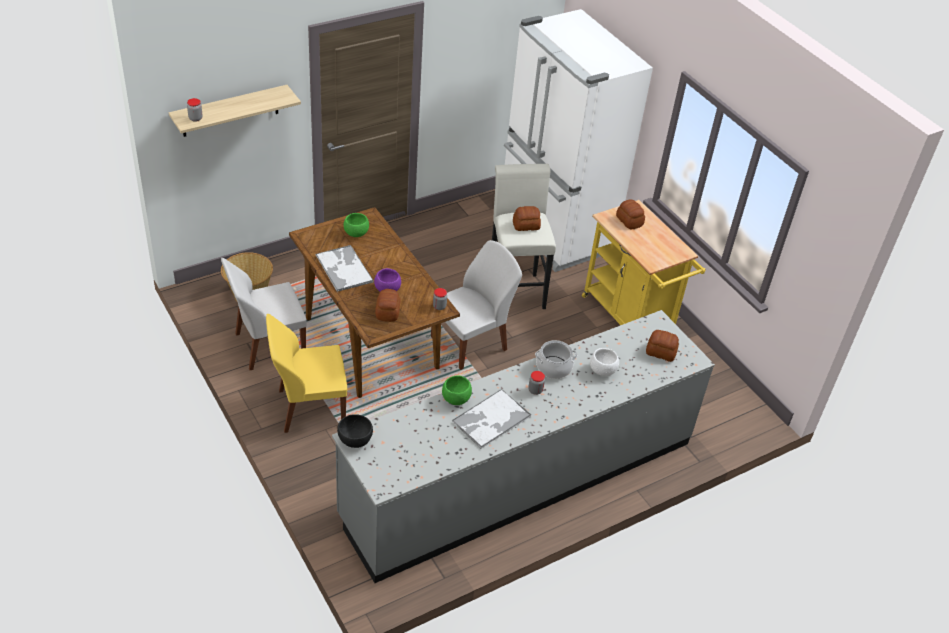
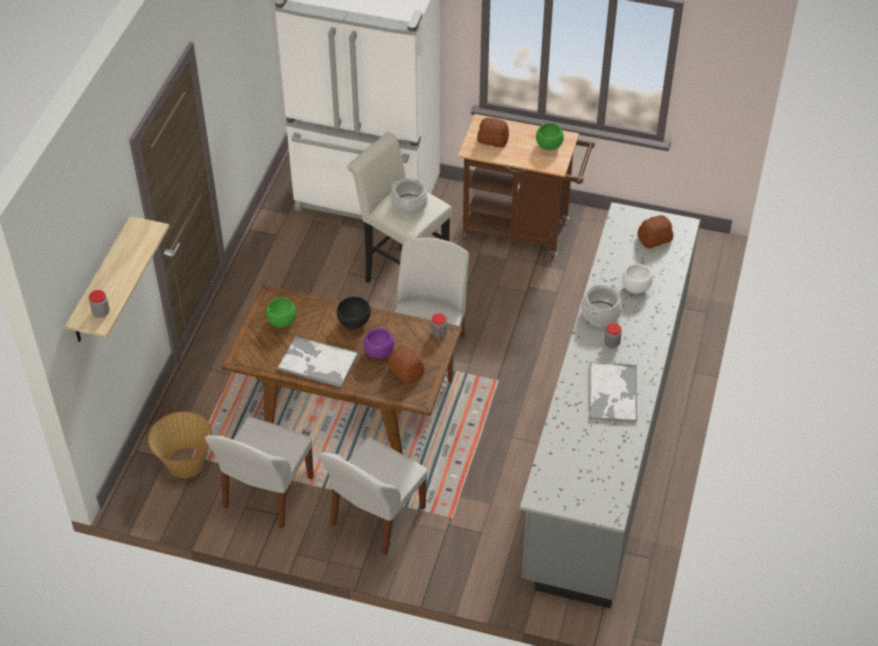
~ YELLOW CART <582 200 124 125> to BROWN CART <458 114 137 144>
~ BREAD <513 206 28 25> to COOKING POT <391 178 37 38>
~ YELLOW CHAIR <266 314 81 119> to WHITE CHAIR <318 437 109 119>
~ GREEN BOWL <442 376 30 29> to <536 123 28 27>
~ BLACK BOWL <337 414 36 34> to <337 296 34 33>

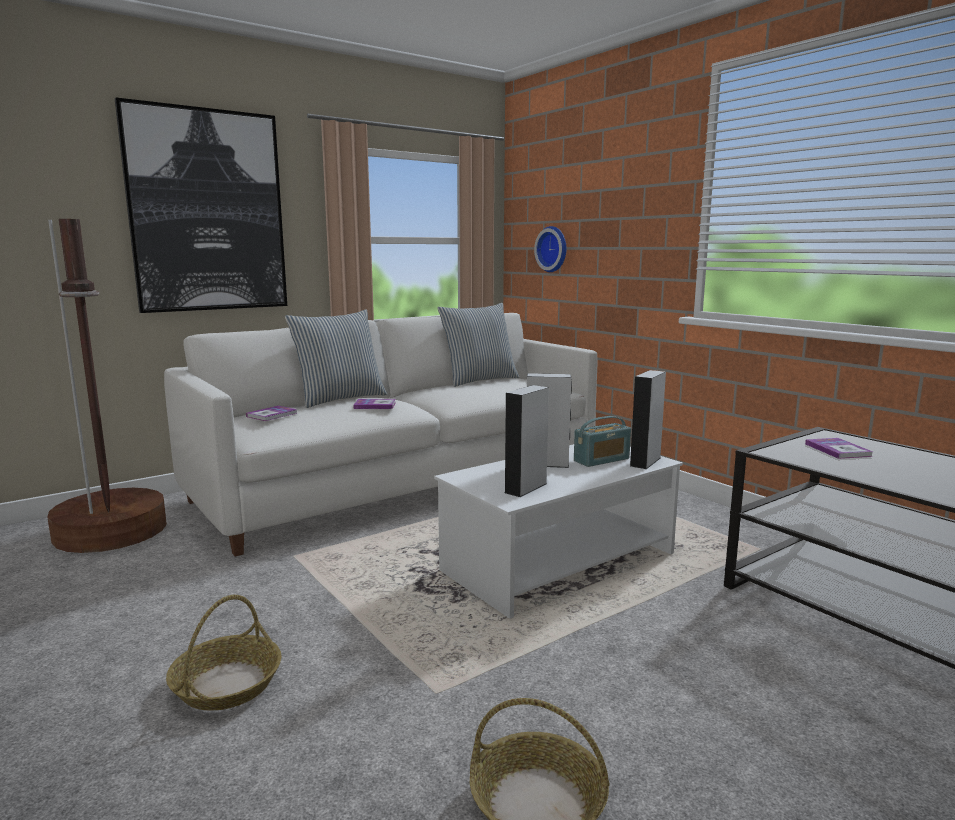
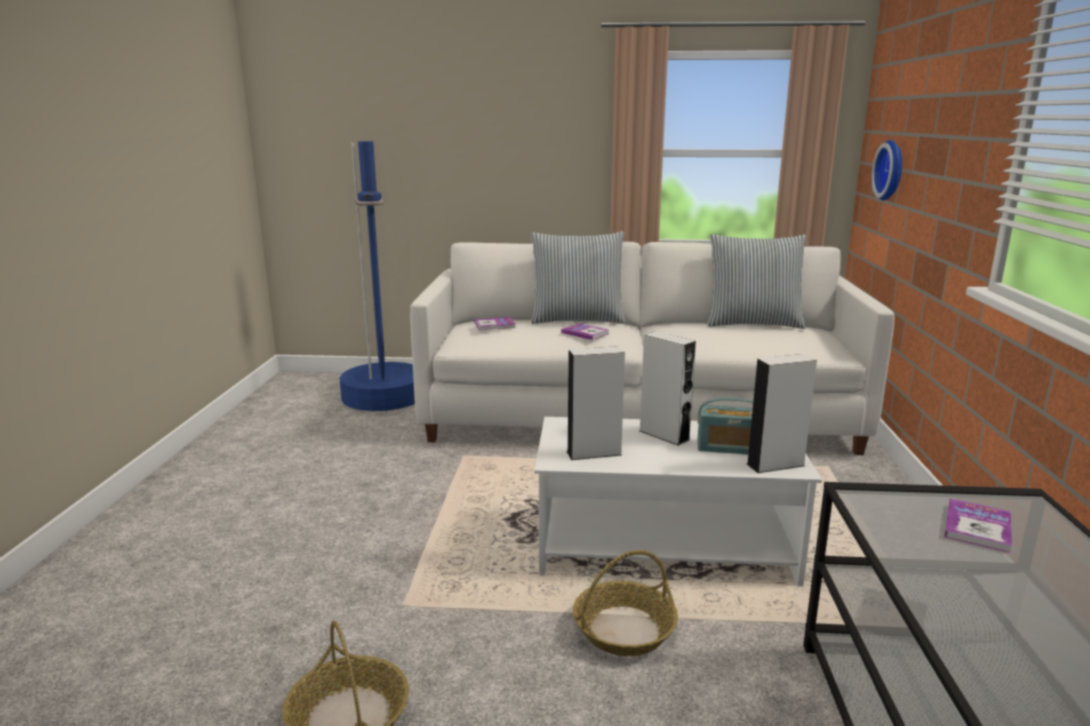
- PICTURE <115 98 172 215>
~ BROWN FLOOR LAMP <47 219 120 334> to BLUE FLOOR LAMP <339 141 76 270>
~ BASKET <166 595 115 116> to <573 550 105 106>

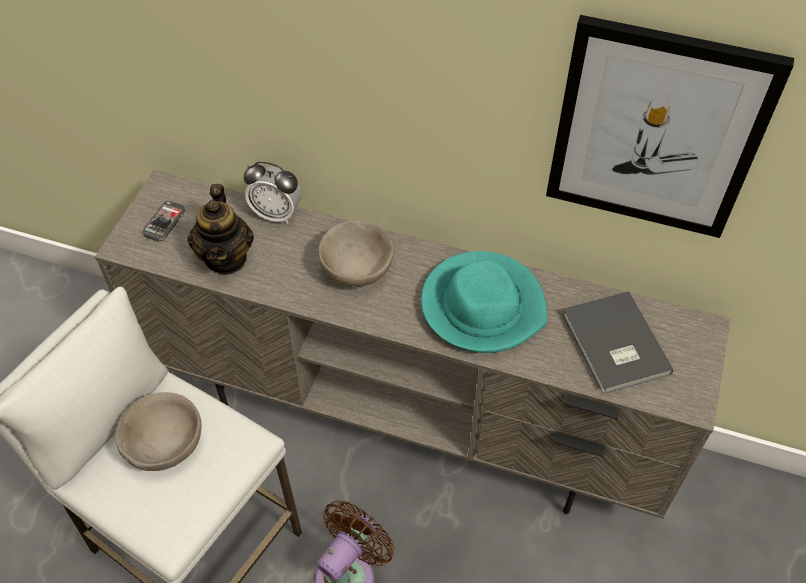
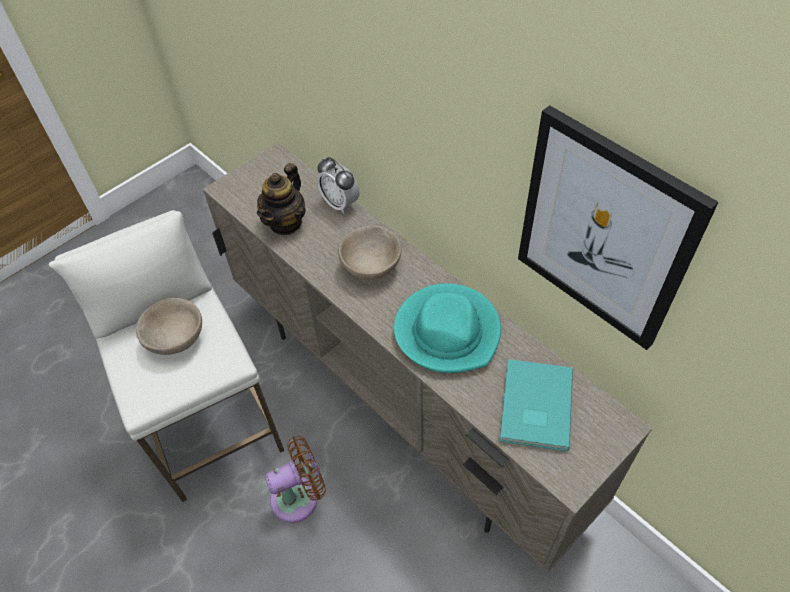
- PHONE <142 201 44 41>
~ GREY BOOK <562 291 111 103> to TURQUOISE BOOK <500 359 73 92>

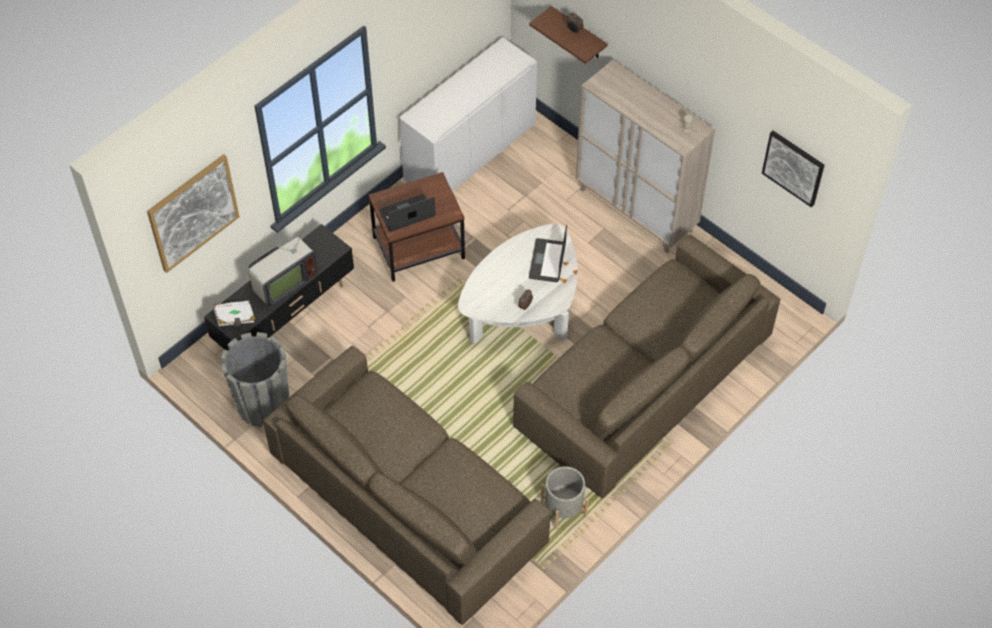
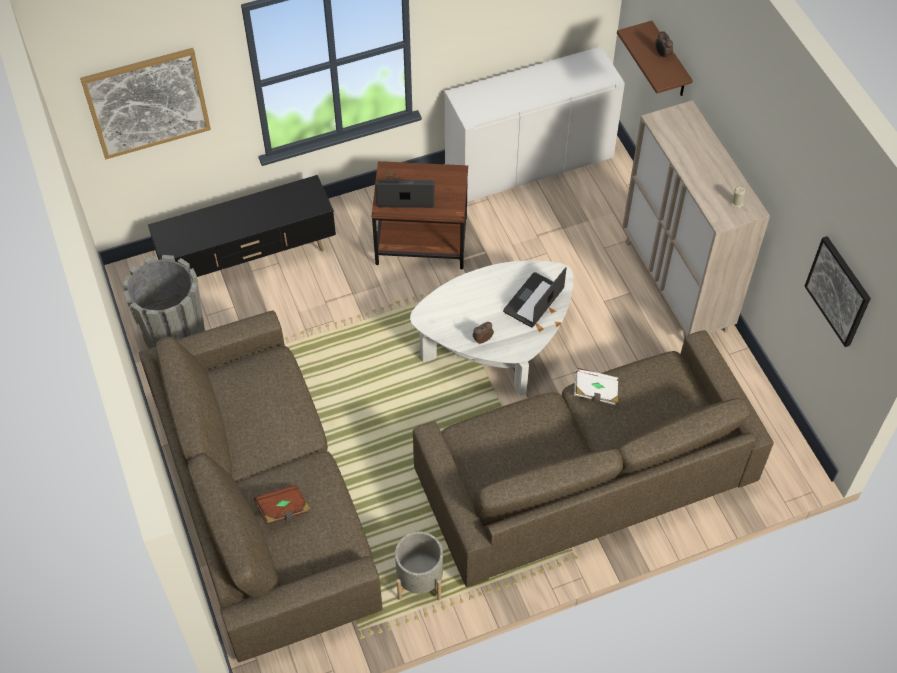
- TELEVISION <248 222 70 85>
~ WHITE BOOK <213 301 43 25> to <574 368 44 37>
+ BROWN BOOK <254 485 56 40>

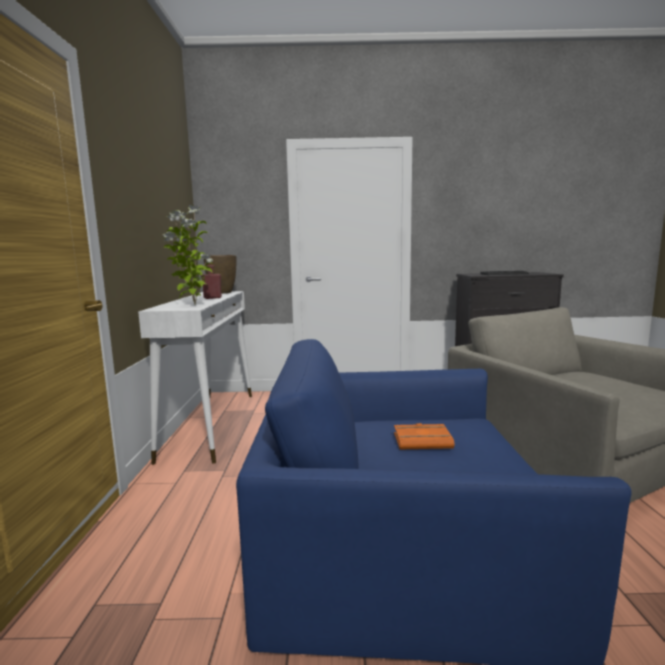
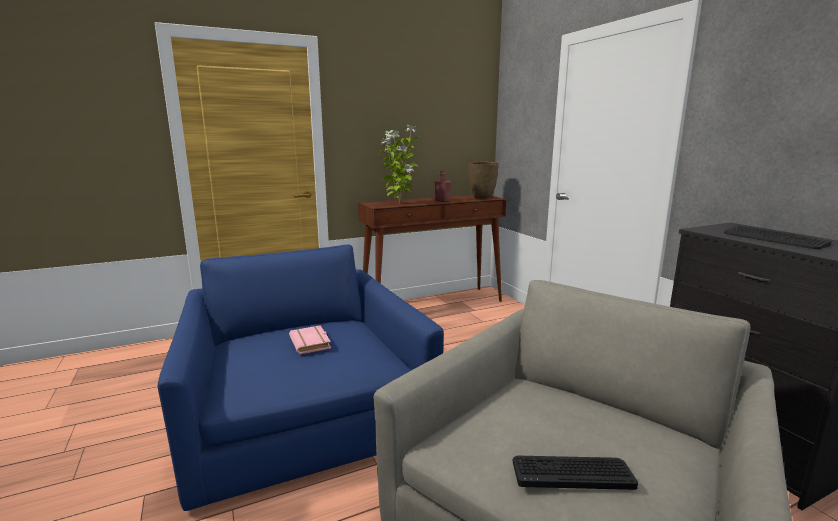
~ WHITE CONSOLE TABLE <138 291 114 174> to BROWN CONSOLE TABLE <358 195 149 107>
~ ORANGE BOOK <394 423 60 26> to PINK BOOK <289 325 42 30>
+ KEYBOARD <513 456 125 34>

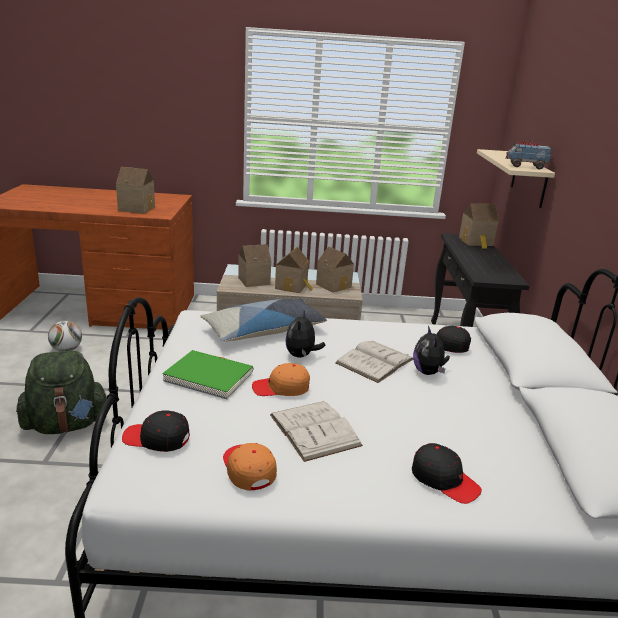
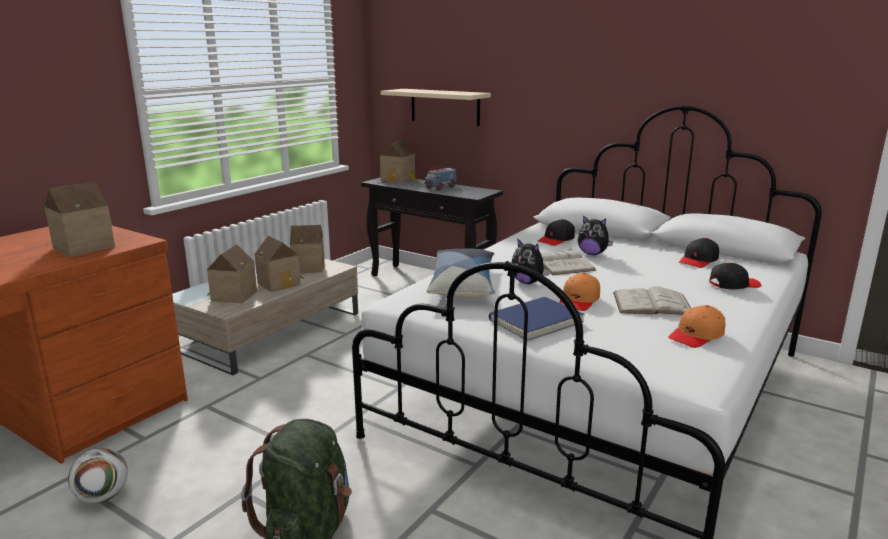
~ TOY TRUCK <506 140 46 29> to <424 166 33 24>
~ GREEN BOOK <162 350 91 50> to BLUE BOOK <489 297 96 44>
~ BLACK CAP <122 410 68 42> to <679 238 40 30>
~ ORANGE CAP <223 443 54 48> = <668 305 57 43> 45 degrees counterclockwise

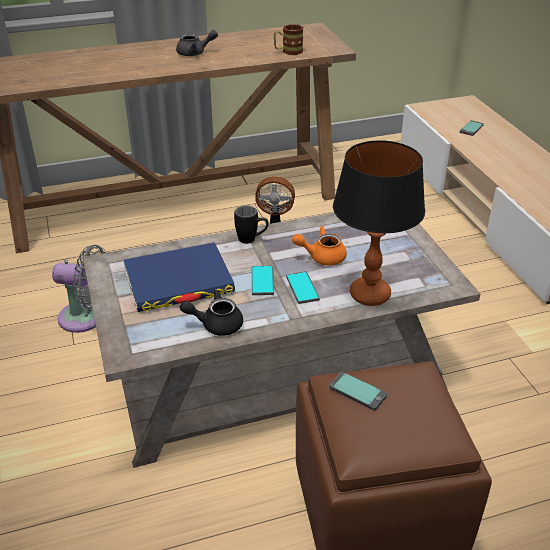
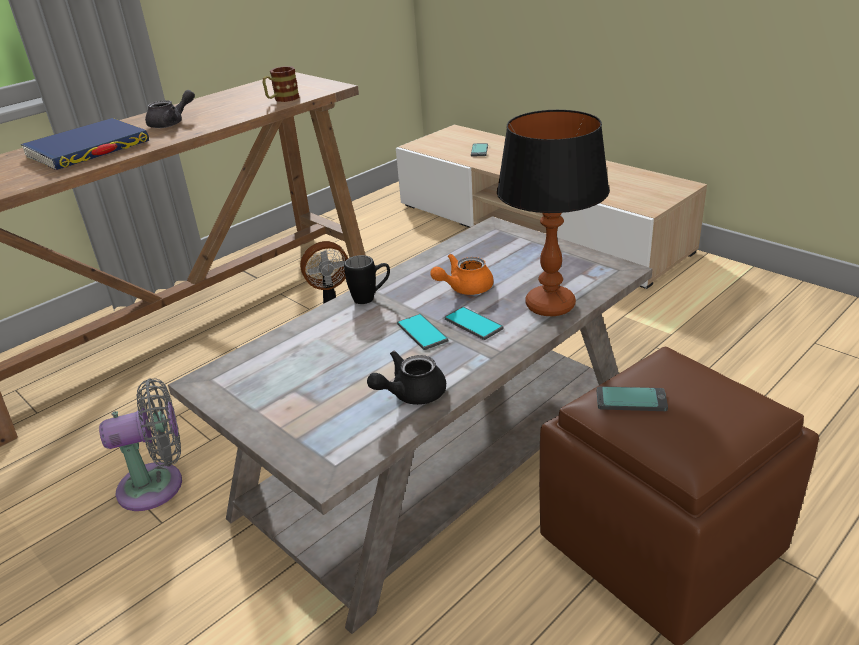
~ BLUE BOOK <123 242 112 70> to <21 118 128 52>

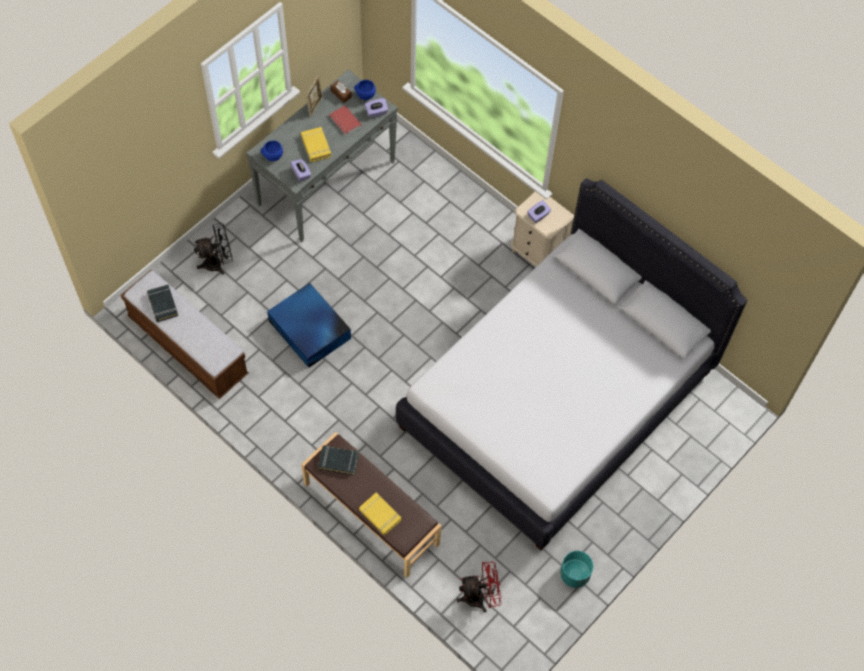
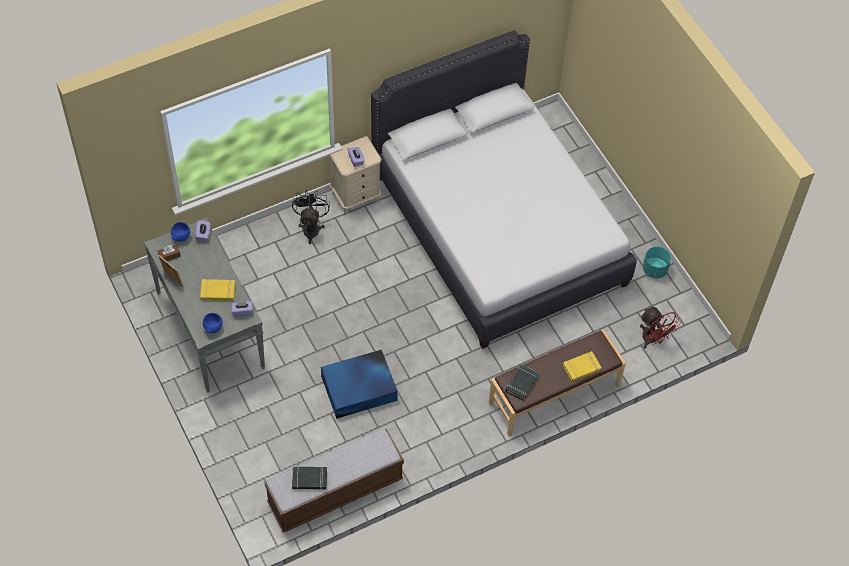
- RED BOOK <329 105 33 30>
~ BLACK FAN <194 223 39 52> to <292 191 38 53>
~ RED FAN <456 561 46 51> = <640 307 41 41> 135 degrees clockwise

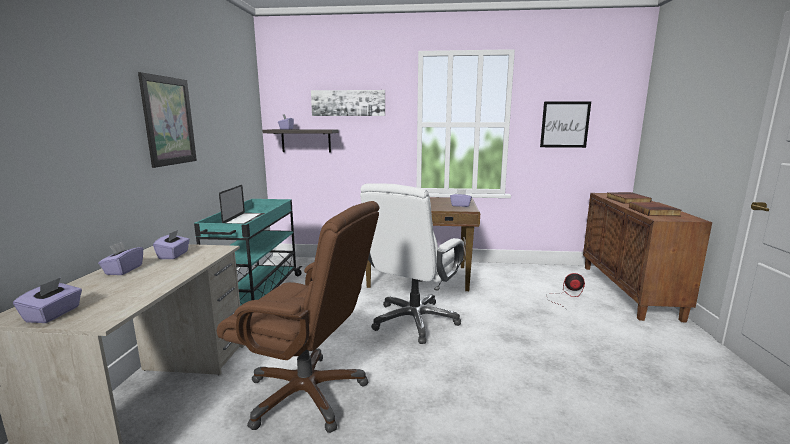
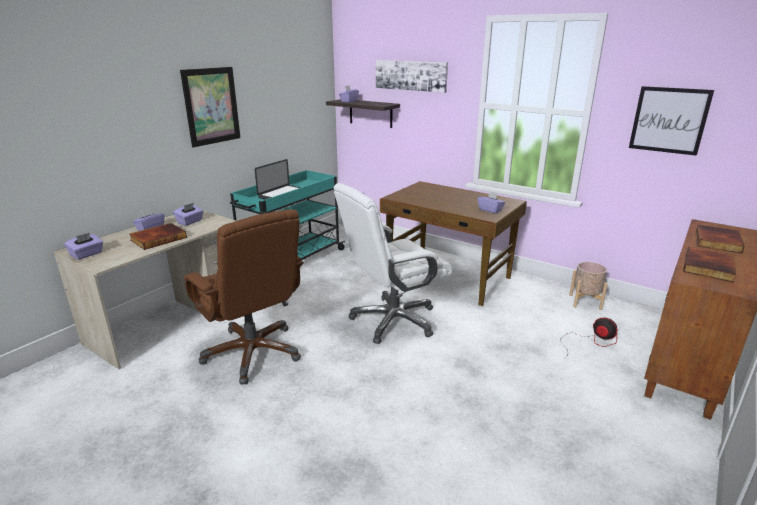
+ BOOK <129 223 58 27>
+ BEIGE PLANTER <569 262 39 48>

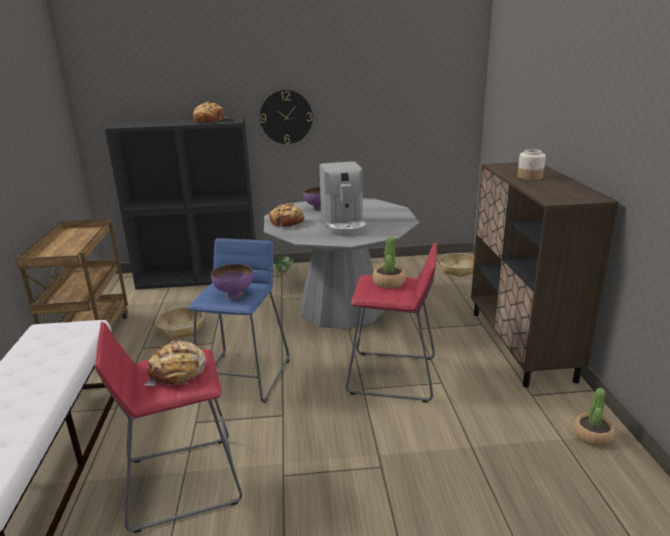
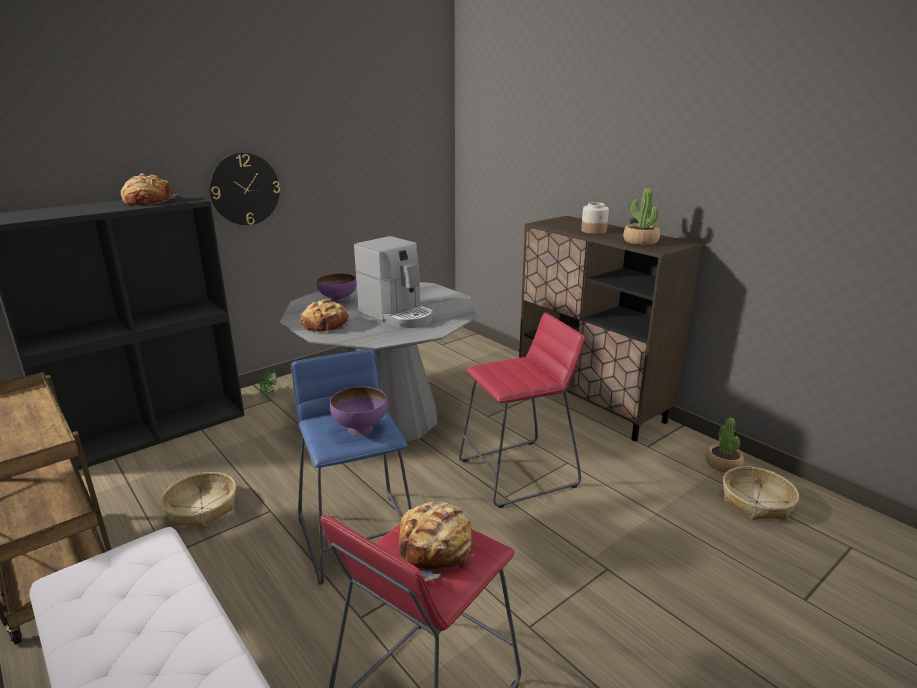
~ POTTED PLANT <372 236 34 52> to <623 188 37 57>
~ BASKET <439 253 35 24> to <723 466 76 54>

